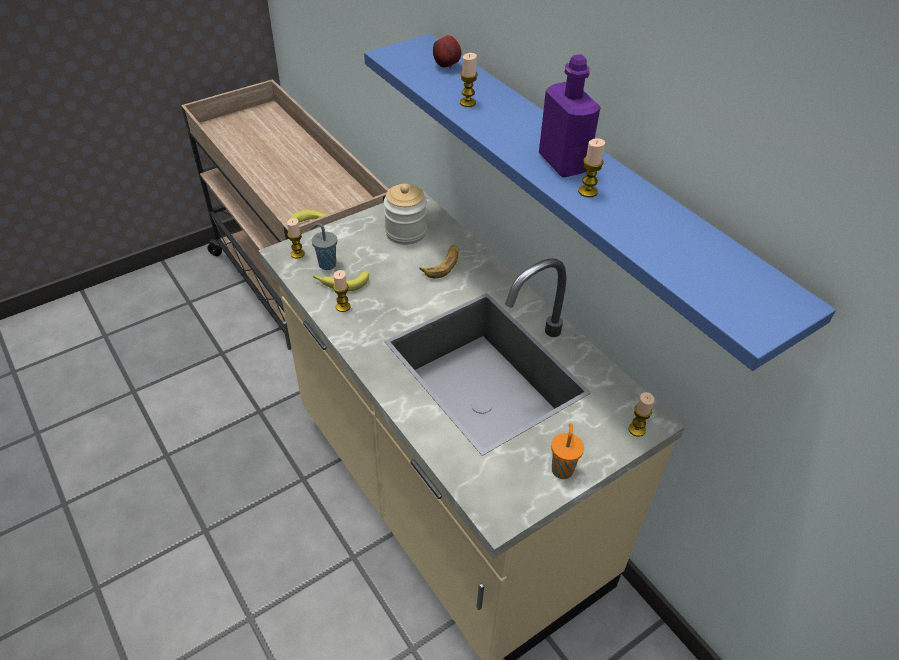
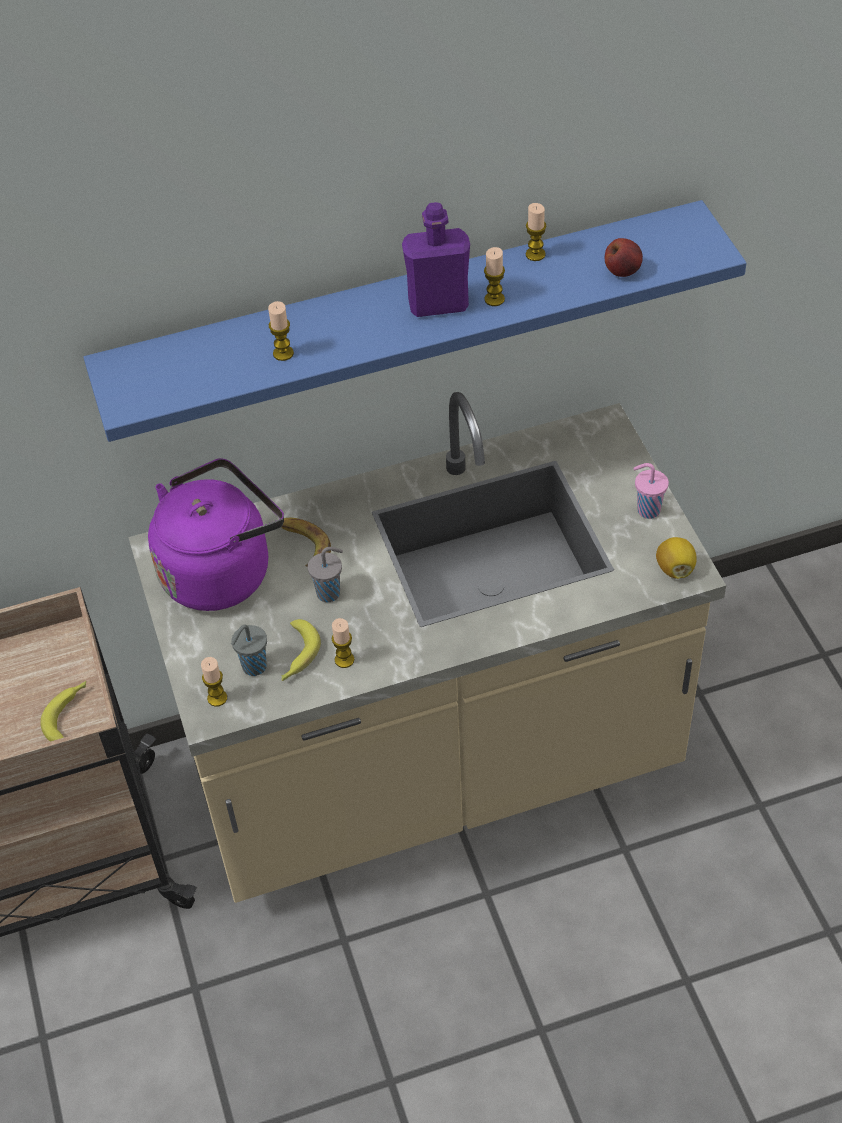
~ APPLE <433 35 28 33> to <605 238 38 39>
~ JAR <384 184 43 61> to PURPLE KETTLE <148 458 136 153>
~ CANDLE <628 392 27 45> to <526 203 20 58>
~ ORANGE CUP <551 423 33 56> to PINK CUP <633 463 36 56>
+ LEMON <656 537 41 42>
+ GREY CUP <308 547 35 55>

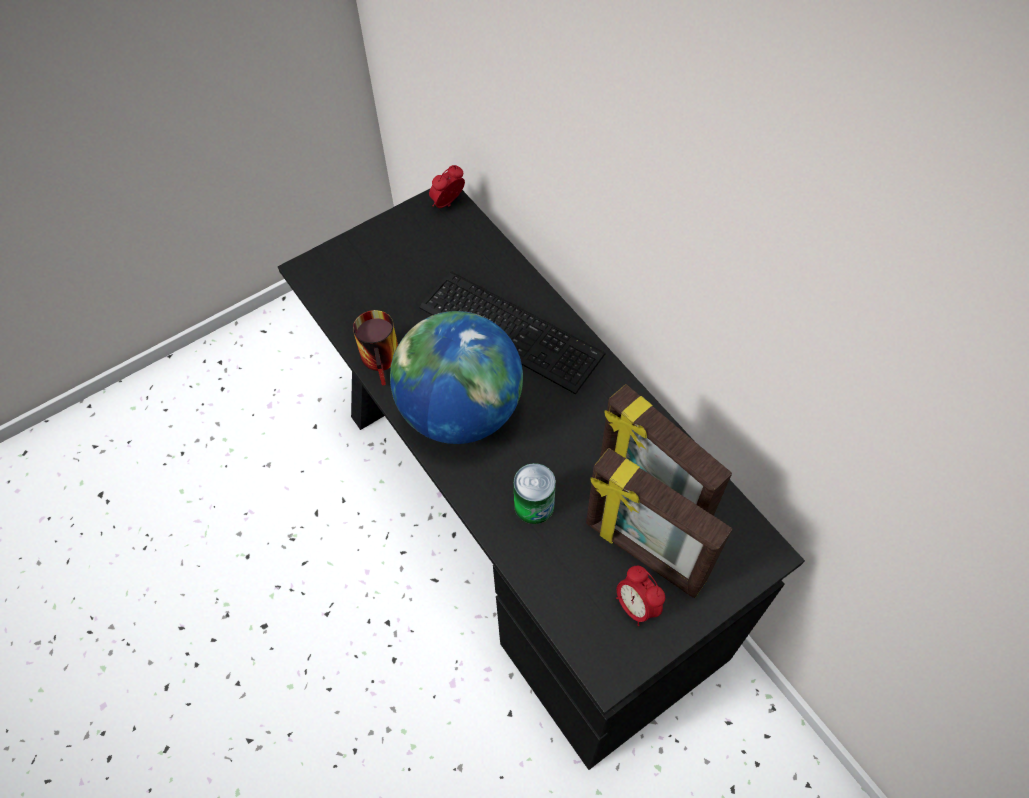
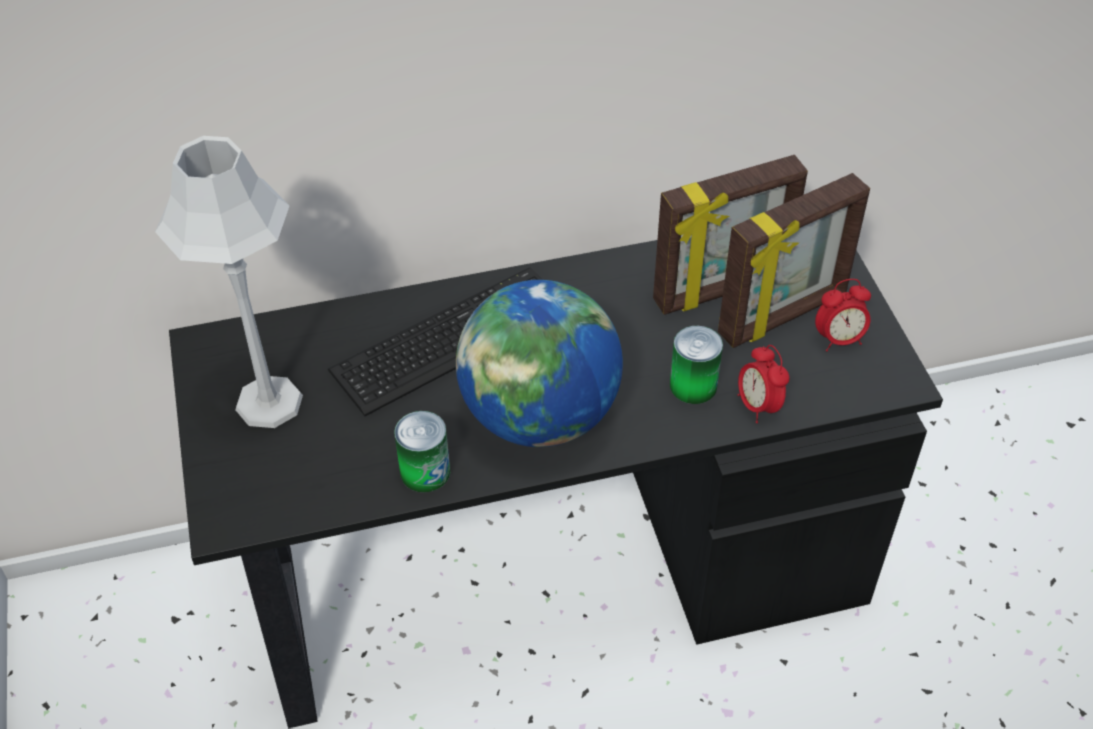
~ ALARM CLOCK <429 165 36 43> to <738 345 51 78>
~ MUG <353 310 45 75> to CAN <394 411 56 81>
+ GREY TABLE LAMP <155 136 148 292>

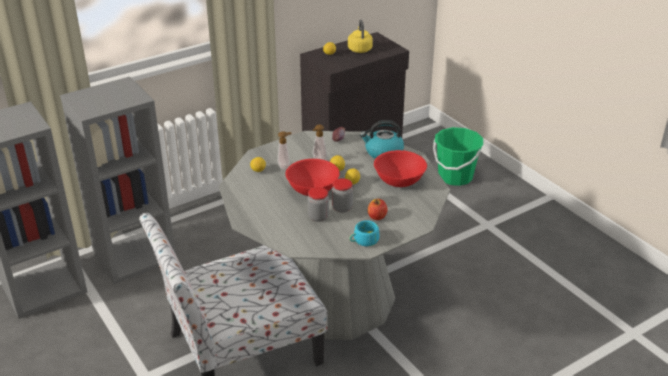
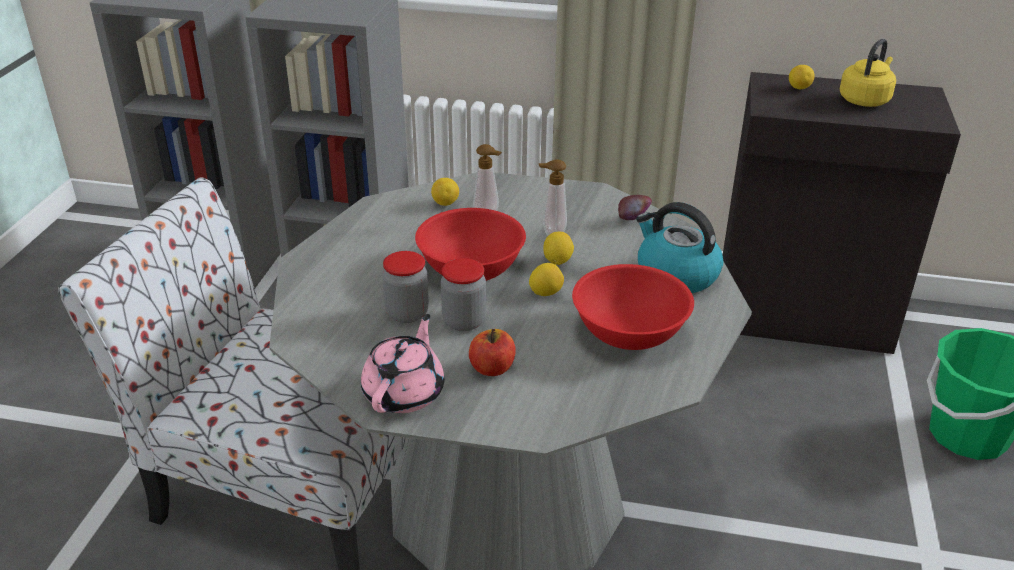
~ TURQUOISE CUP <349 220 30 26> to PINK TEAPOT <361 314 83 99>

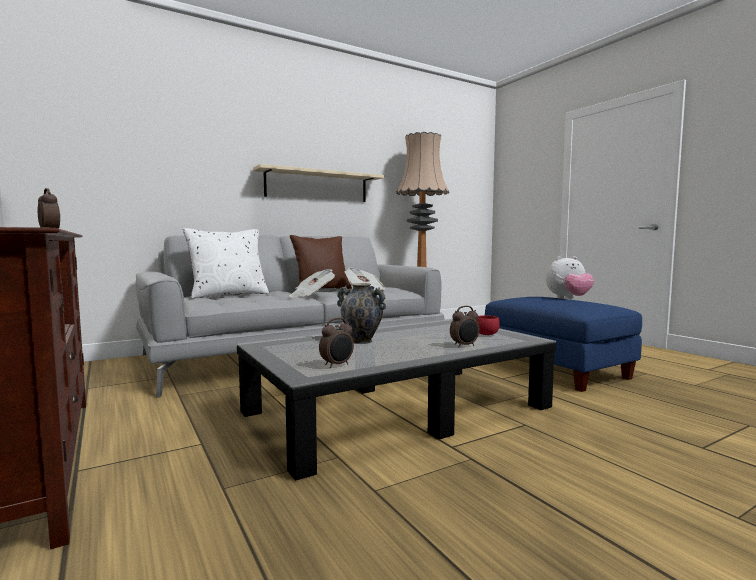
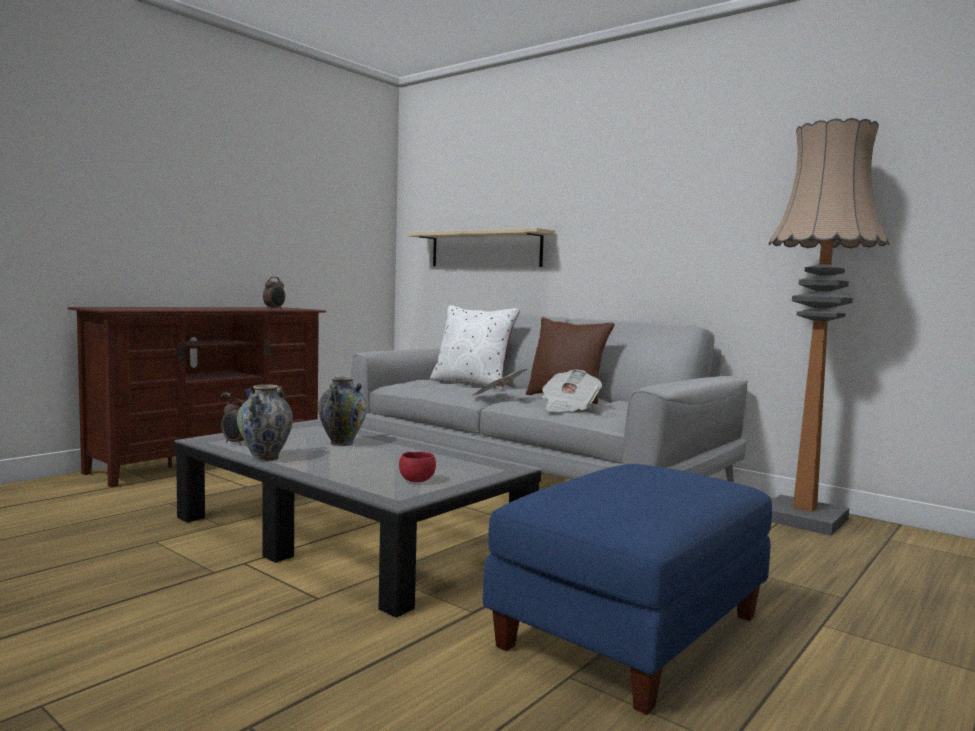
~ BEIGE SHELF <253 164 131 38> to <407 228 148 39>
- PLUSH TOY <546 256 48 43>
- ALARM CLOCK <450 306 29 41>
+ VASE <237 384 56 78>

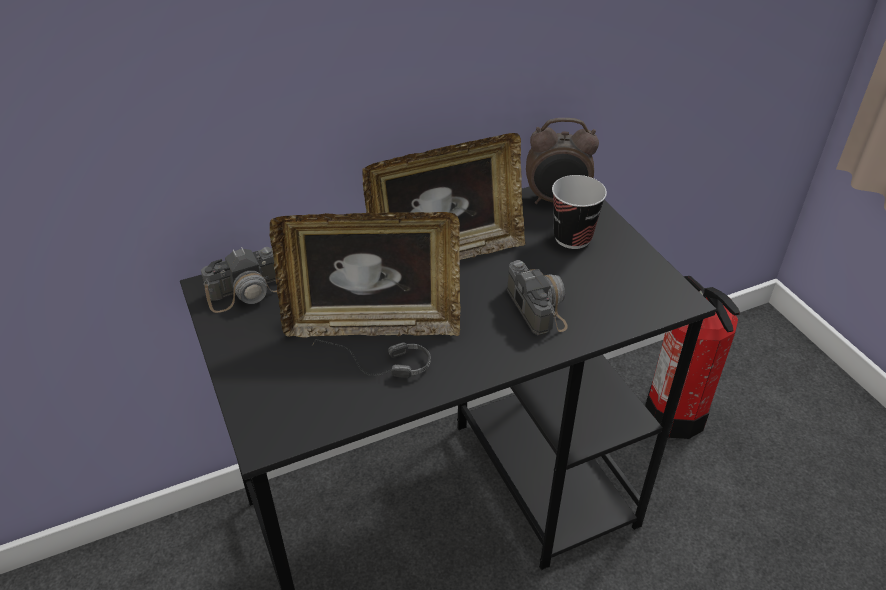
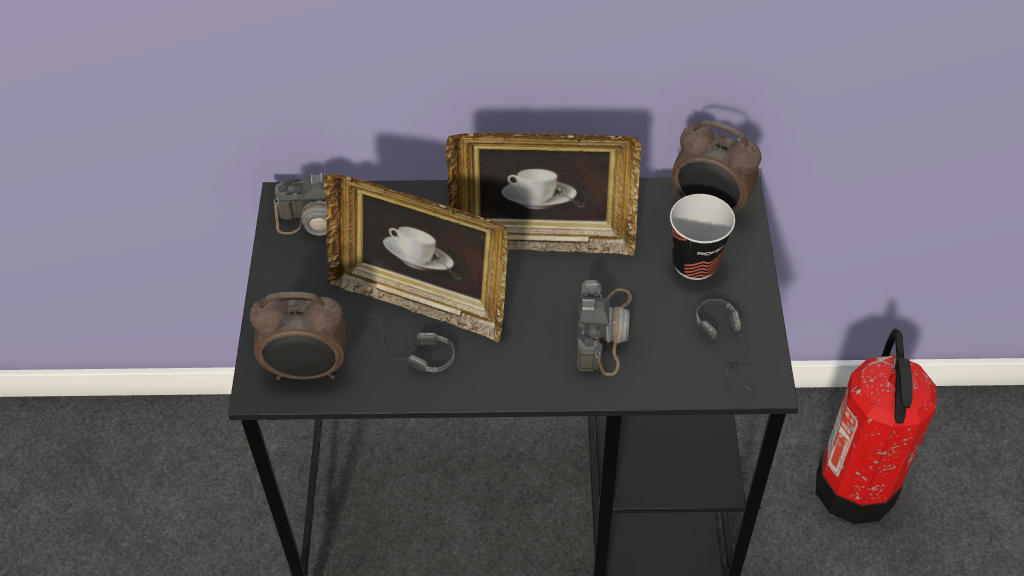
+ ALARM CLOCK <250 292 97 88>
+ HEADPHONES <696 299 54 91>

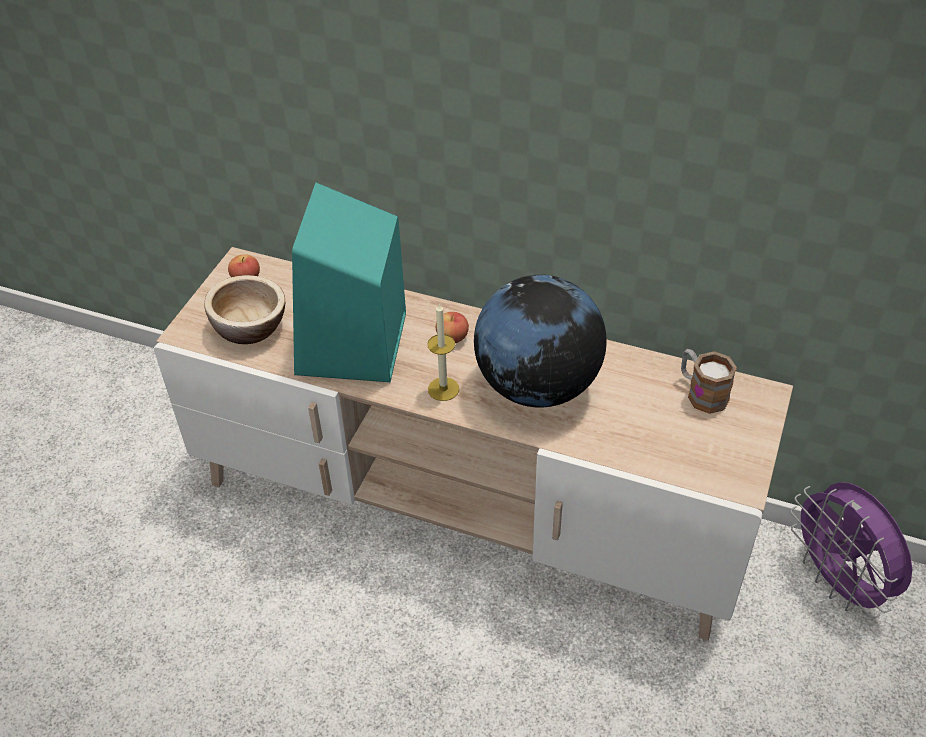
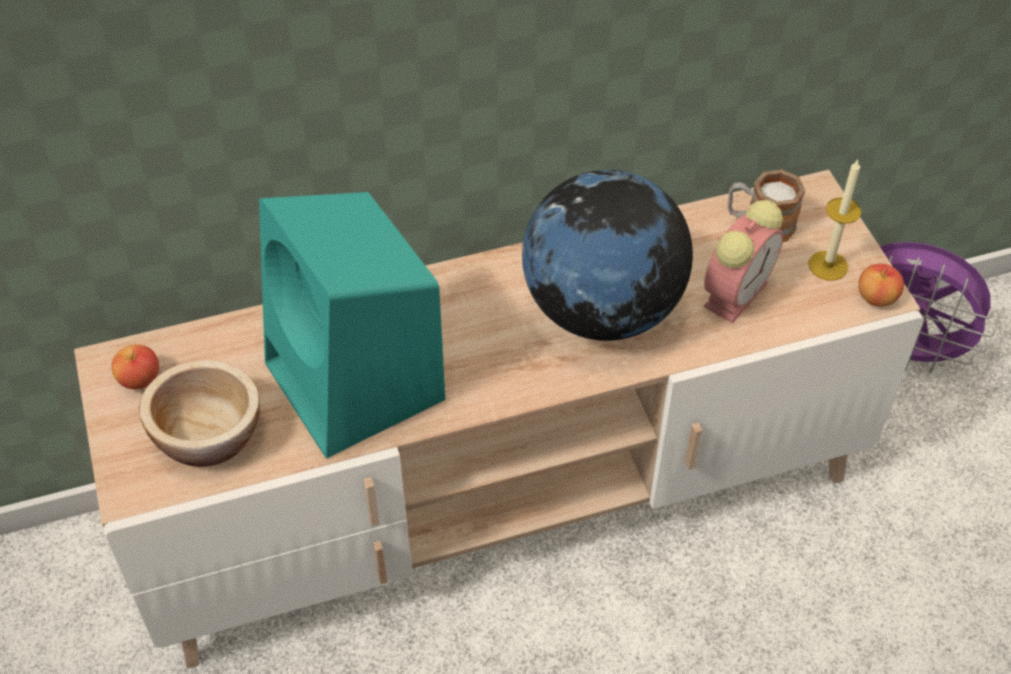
~ CANDLE <427 302 32 99> to <808 160 54 121>
~ APPLE <436 312 33 31> to <858 264 46 43>
+ ALARM CLOCK <704 200 79 123>

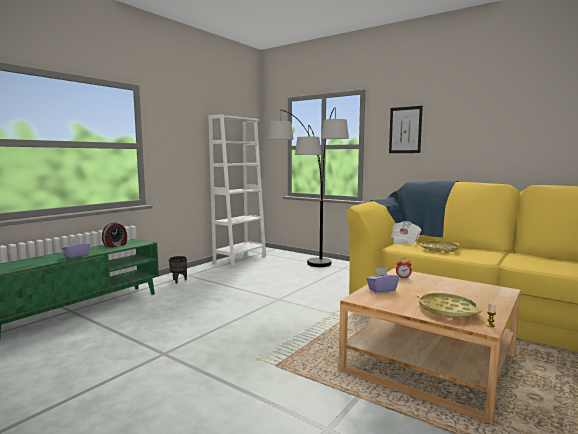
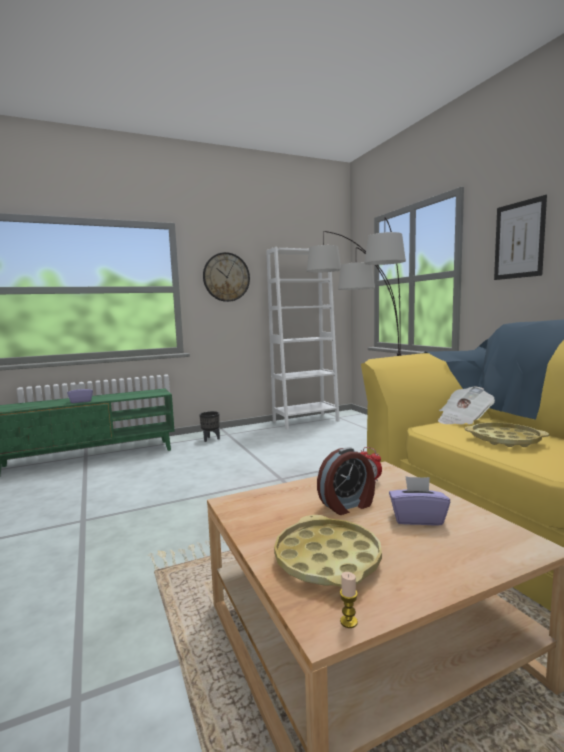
~ ALARM CLOCK <102 222 25 26> to <317 447 58 68>
~ PURPLE TISSUE BOX <366 267 33 26> to <389 476 61 50>
+ WALL CLOCK <203 252 47 50>

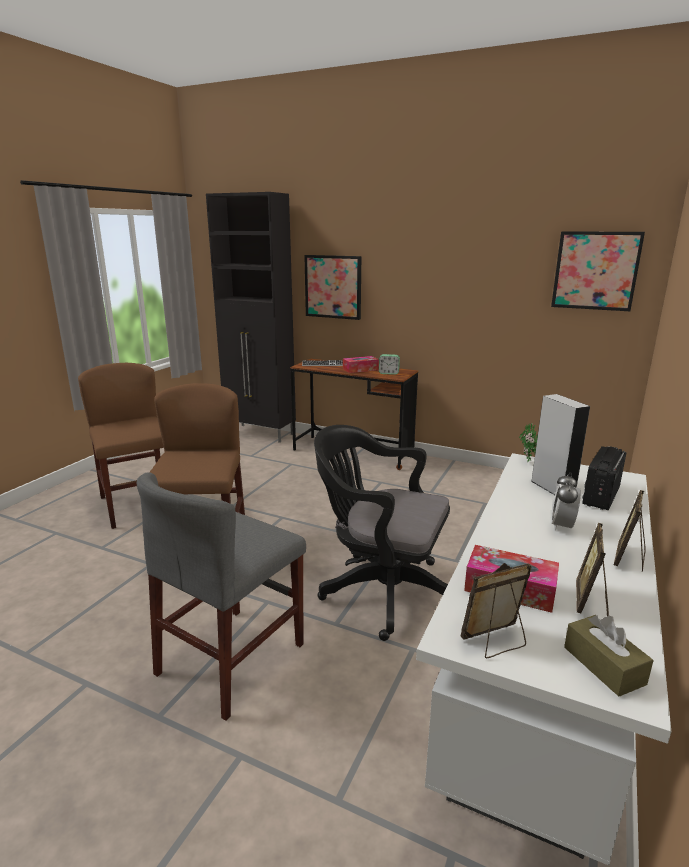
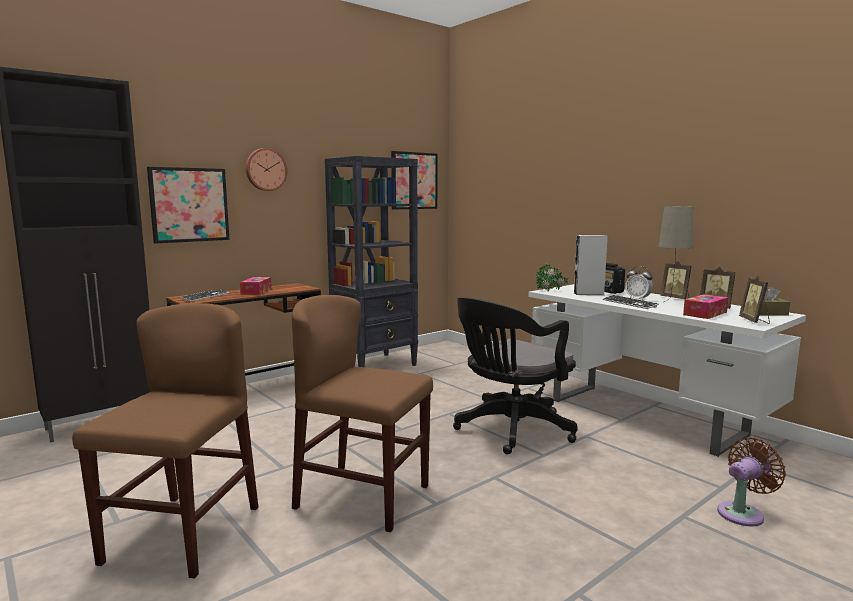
- ALARM CLOCK <379 354 21 21>
~ BROWN CHAIR <78 363 86 166> = <72 303 186 276> 105 degrees clockwise
- GREY CHAIR <137 472 169 249>
+ WALL CLOCK <246 148 41 43>
+ BLACK BOOKCASE <325 156 93 211>
+ BEIGE TABLE LAMP <658 206 35 96>
+ KEYBOARD <603 295 56 14>
+ BROWN FAN <717 438 69 89>

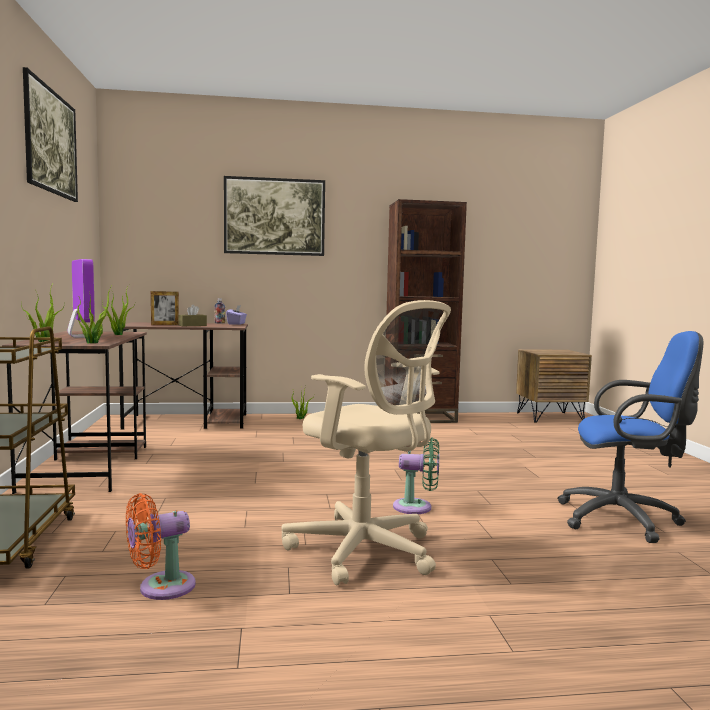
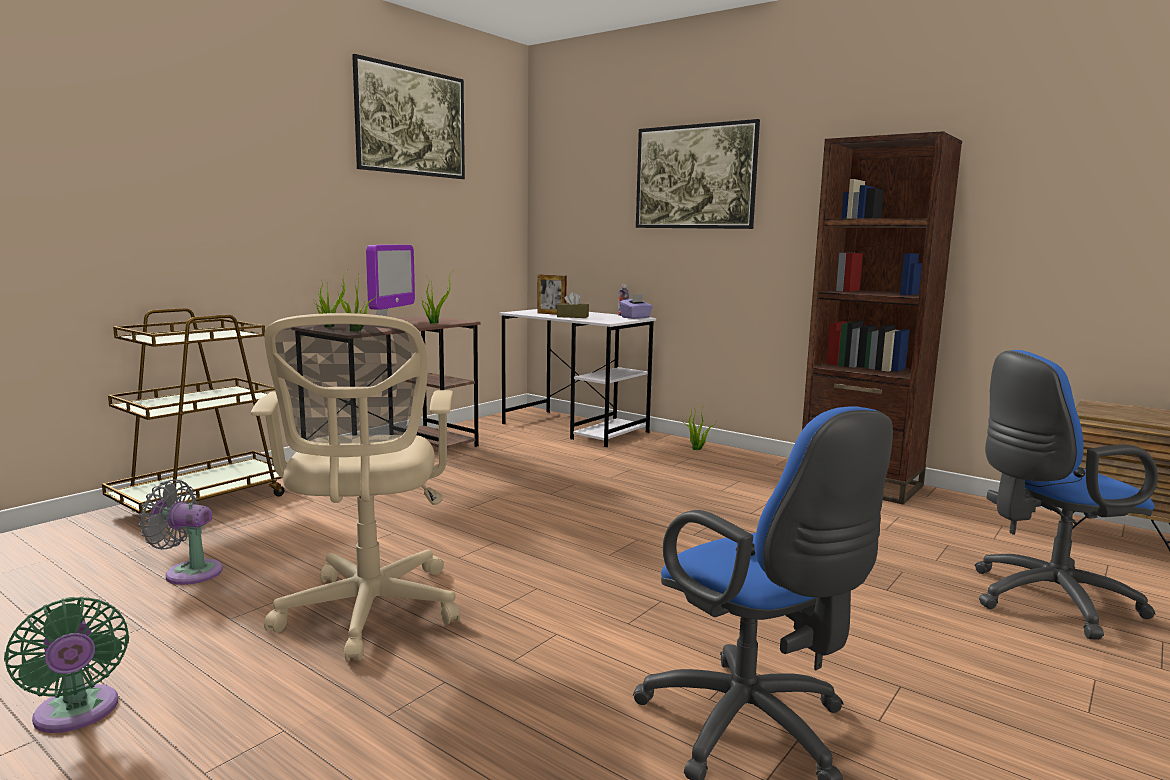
~ BROWN DESK <119 322 129 108> to WHITE DESK <499 309 157 138>
~ GREEN FAN <393 438 46 76> to <4 597 125 136>
~ ORANGE FAN <126 493 70 107> to GREY FAN <139 479 84 106>
+ BLUE OFFICE CHAIR <975 350 183 290>

